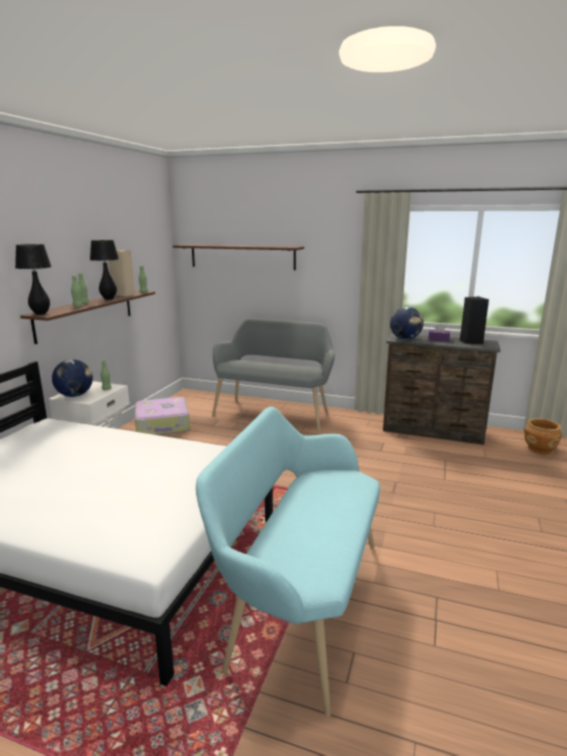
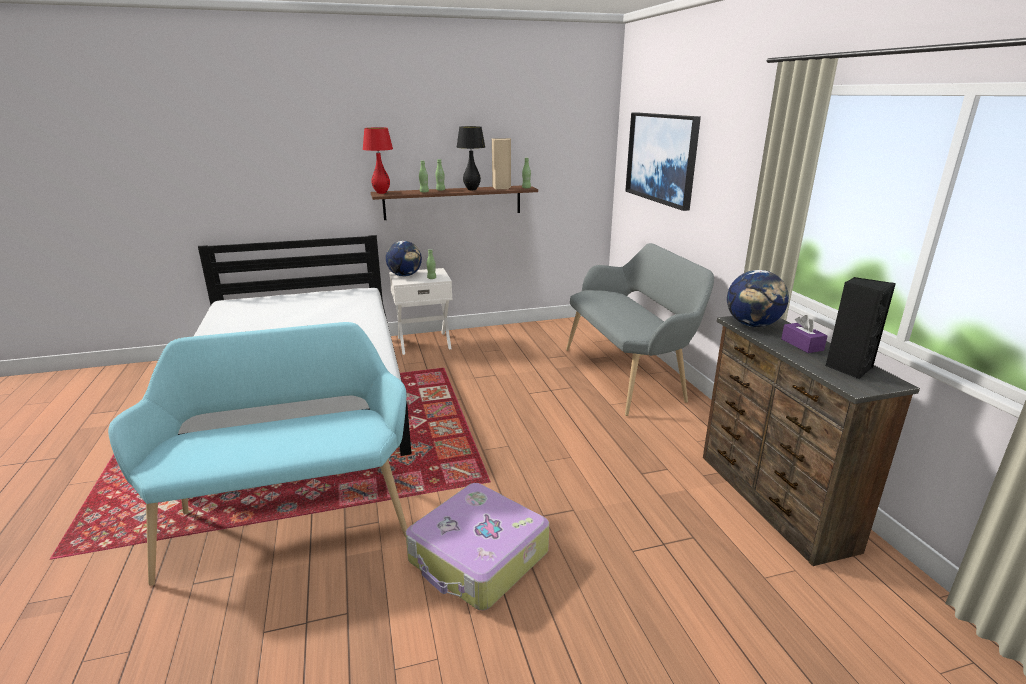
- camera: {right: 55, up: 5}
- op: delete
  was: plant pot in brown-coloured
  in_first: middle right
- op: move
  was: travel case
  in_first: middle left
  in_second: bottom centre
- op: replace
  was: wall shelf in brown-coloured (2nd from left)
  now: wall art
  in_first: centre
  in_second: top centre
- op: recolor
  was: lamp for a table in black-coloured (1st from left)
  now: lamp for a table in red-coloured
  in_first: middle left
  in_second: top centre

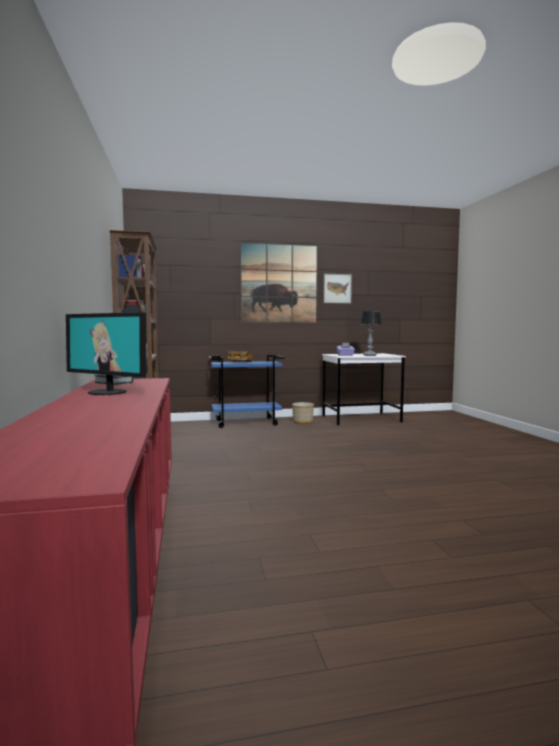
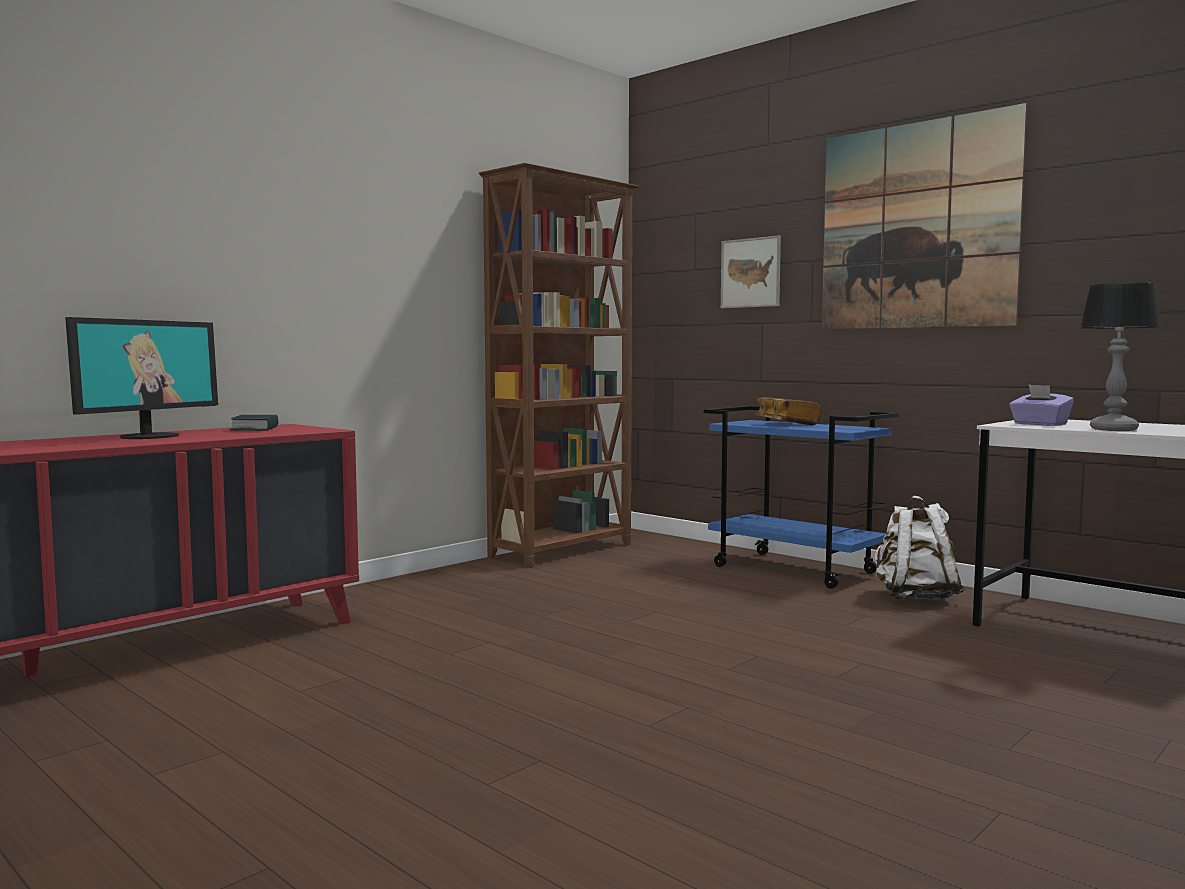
- camera: {right: 55, up: 0}
- op: move
  was: wall art (2nd from left in the first image)
  now: wall art (1st from left)
  in_first: centre
  in_second: top centre
- op: replace
  was: plant pot
  now: backpack in whitish
  in_first: centre
  in_second: middle right
- op: rotate
  was: monitor
  in_first: middle left
  in_second: middle left
  clockwise: -150

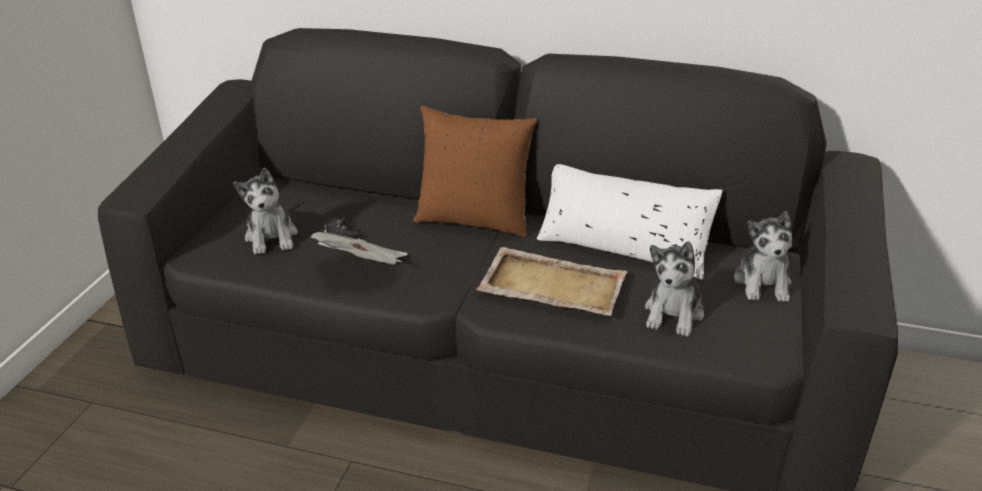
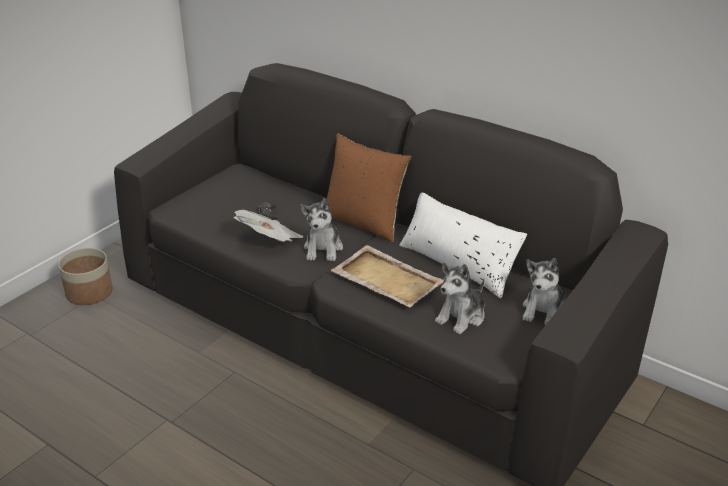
- camera: {right: 20, up: 0}
- op: insert
  now: plant pot
  in_second: middle left
- op: move
  was: plush toy (1st from left)
  in_first: middle left
  in_second: centre

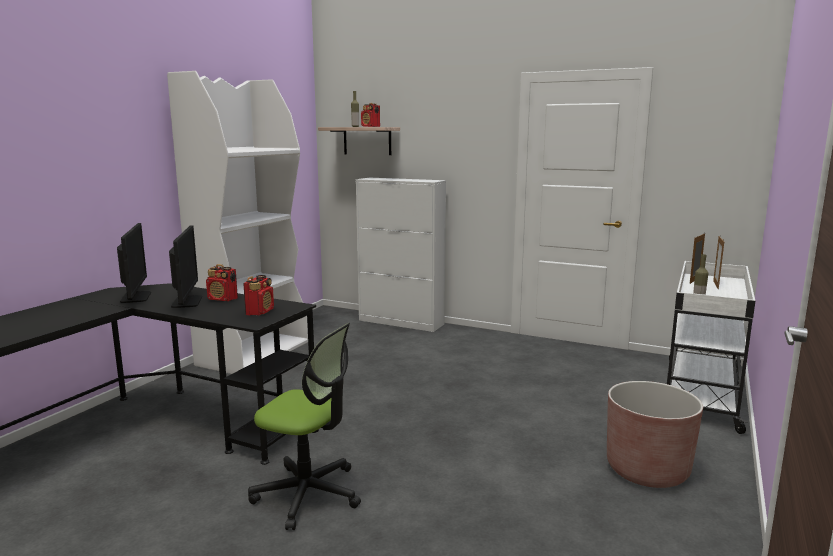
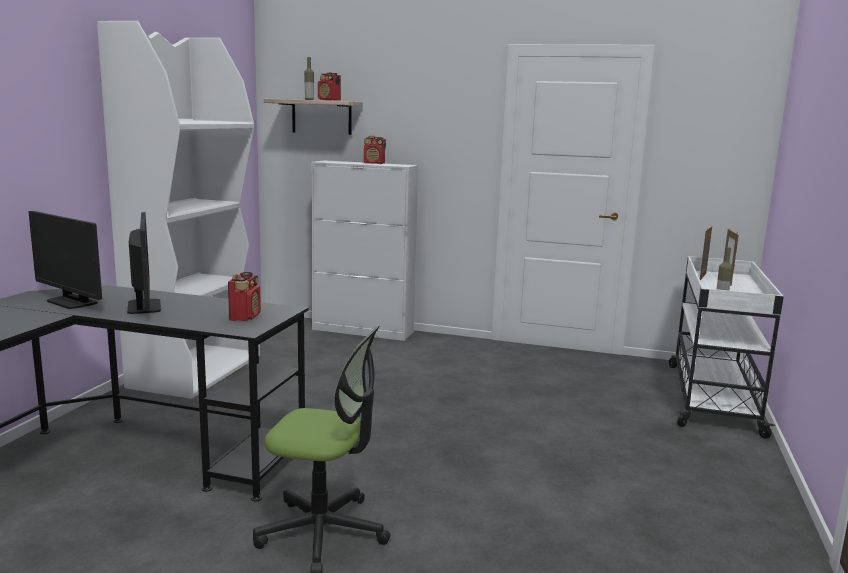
- camera: {right: -10, up: 0}
- op: delete
  was: plant pot in brown-coloured
  in_first: bottom right
- op: move
  was: radio set (1st from left in the first image)
  now: radio set (3rd from left)
  in_first: middle left
  in_second: top centre
- op: rotate
  was: monitor (1st from left)
  in_first: middle left
  in_second: middle left
  clockwise: 150

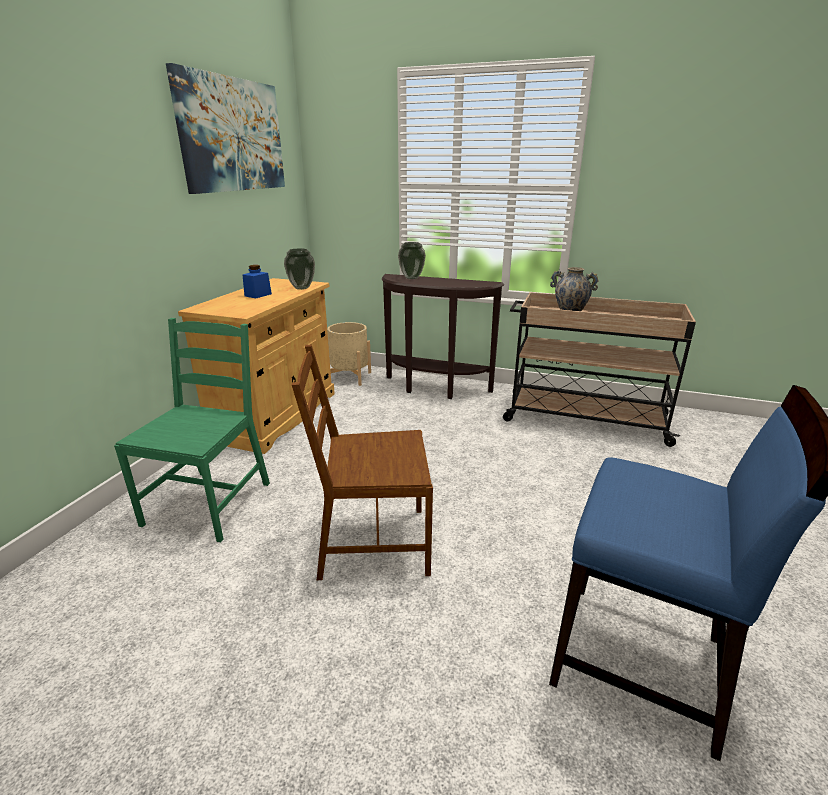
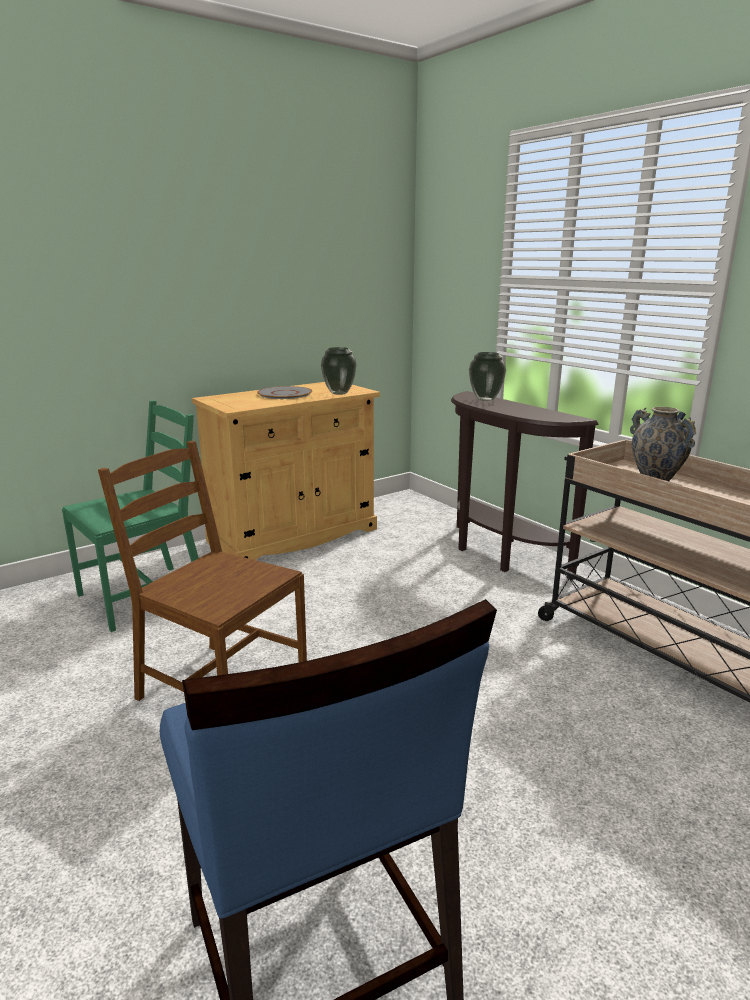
- camera: {right: 35, up: -5}
- op: delete
  was: wall art
  in_first: top left
- op: delete
  was: plant pot in beige-coloured
  in_first: centre
- op: replace
  was: preserve jar in blue
  now: flat dish in grey
  in_first: middle left
  in_second: centre

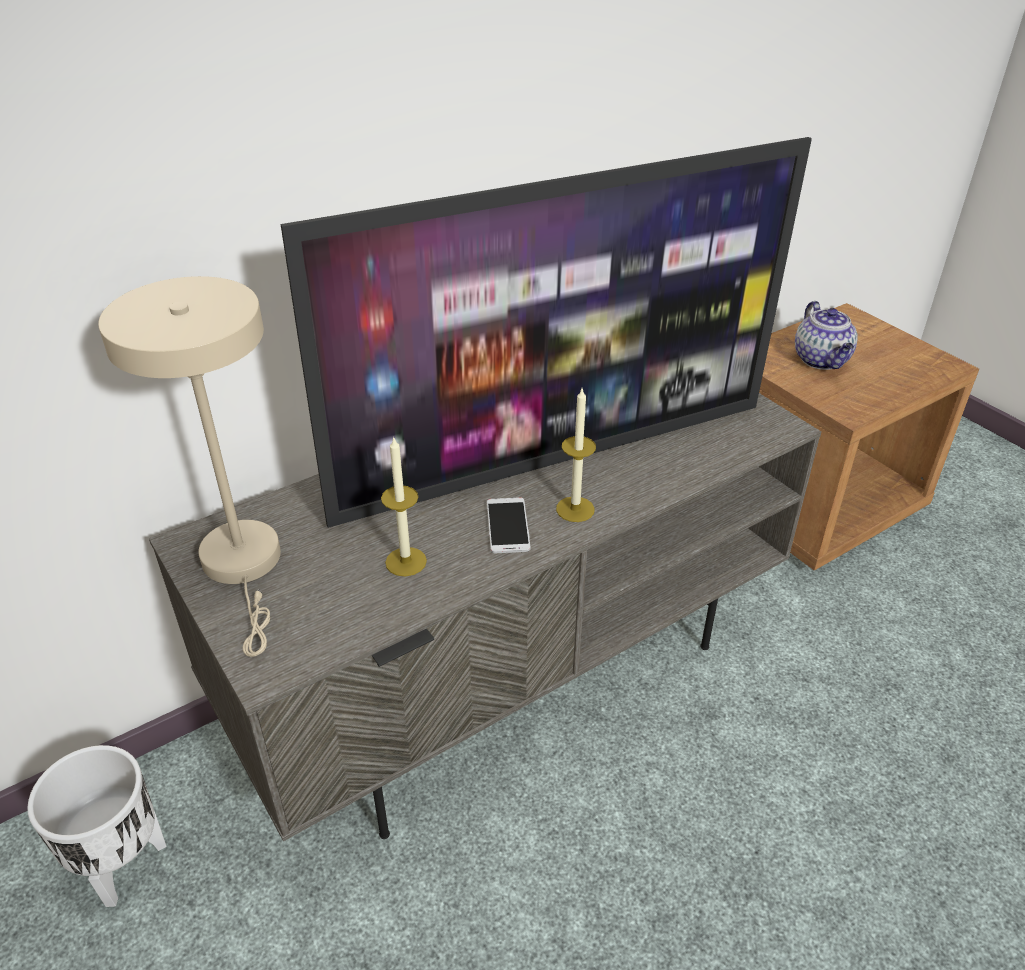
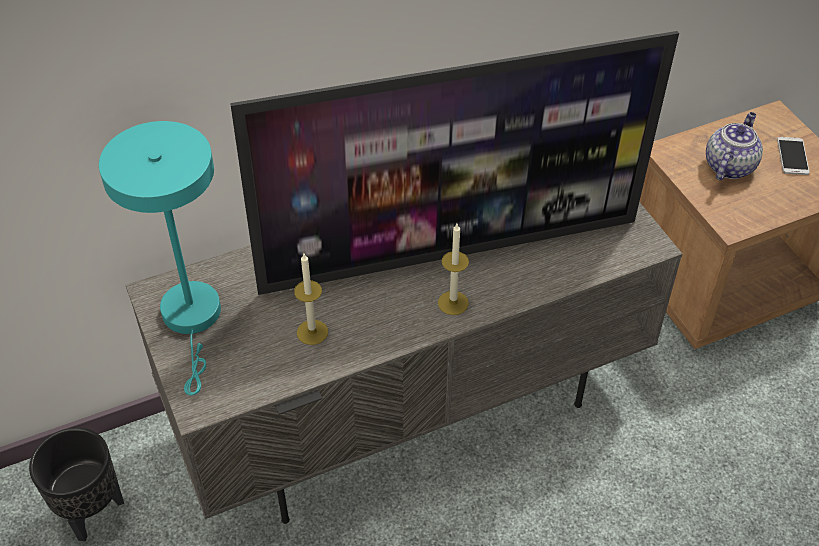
- camera: {right: 10, up: 10}
- op: move
  was: telephone
  in_first: centre
  in_second: top right
- op: recolor
  was: plant pot in whitish
  now: plant pot in black-coloured
  in_first: bottom left
  in_second: bottom left
- op: recolor
  was: lamp for a table in beige-coloured
  now: lamp for a table in turquoise
  in_first: middle left
  in_second: middle left
- op: rotate
  was: teapot
  in_first: middle right
  in_second: top right
  clockwise: -150

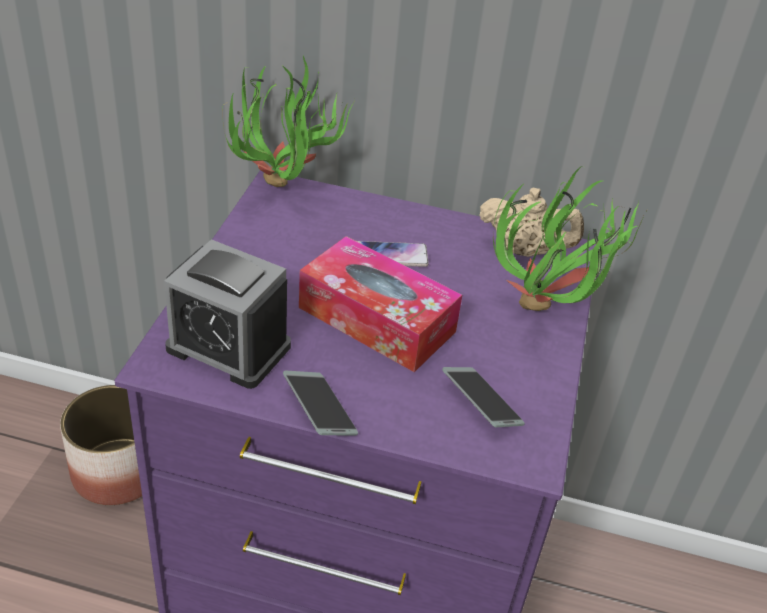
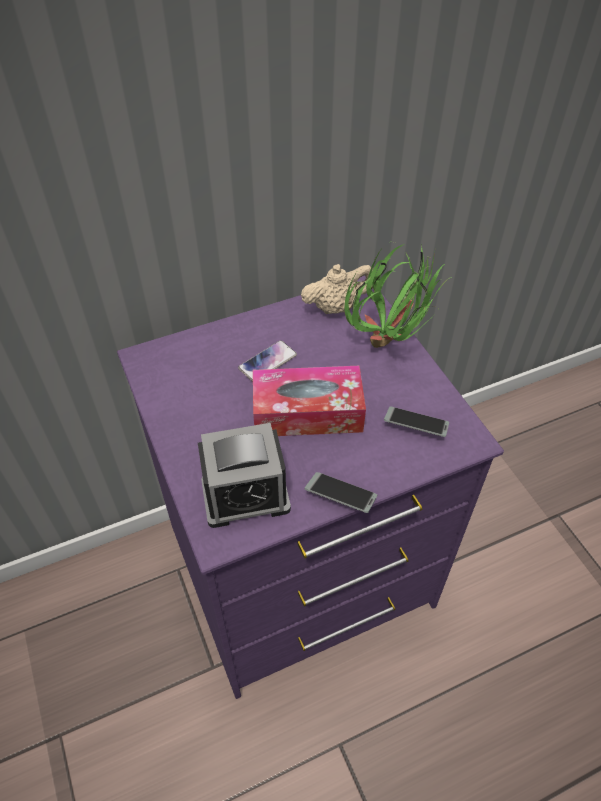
- camera: {right: -35, up: 10}
- op: delete
  was: plant pot
  in_first: bottom left
- op: delete
  was: plant in a pot (1st from left)
  in_first: top centre

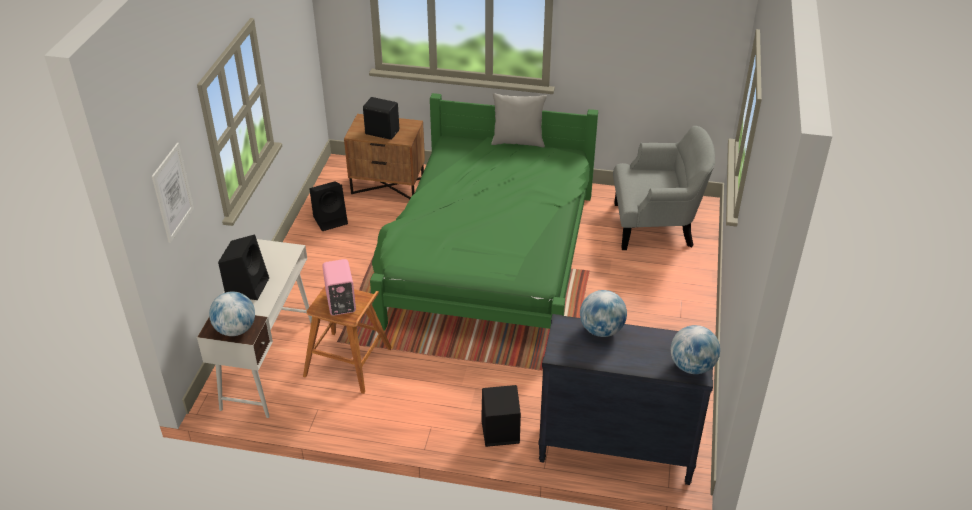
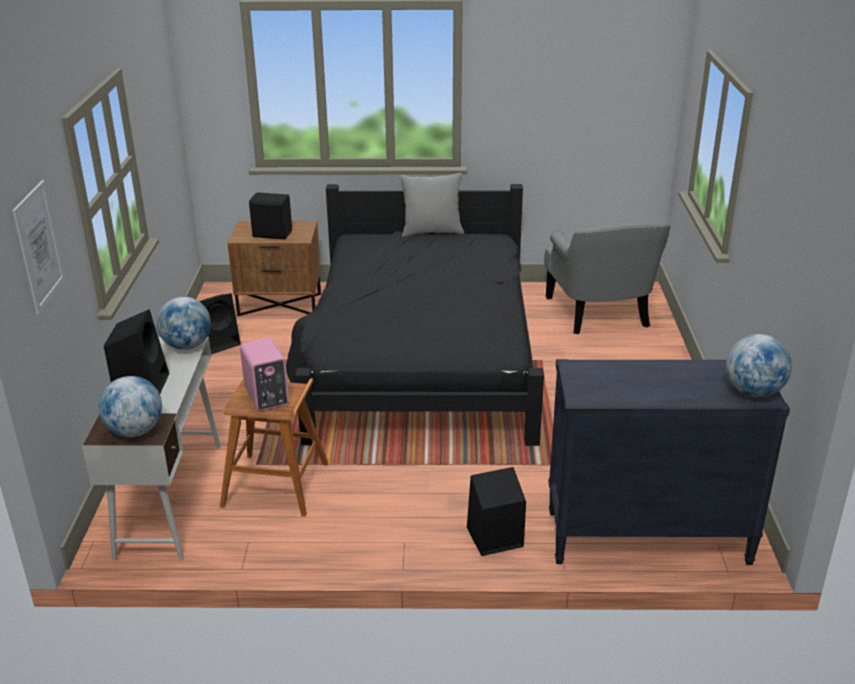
- camera: {right: -10, up: -10}
- op: move
  was: world globe (2nd from left)
  in_first: centre
  in_second: middle left
- op: recolor
  was: sleeping bed in green-coloured
  now: sleeping bed in black-coloured
  in_first: centre
  in_second: centre
- op: rotate
  was: easy chair in grey
  in_first: middle right
  in_second: middle right
  clockwise: 90

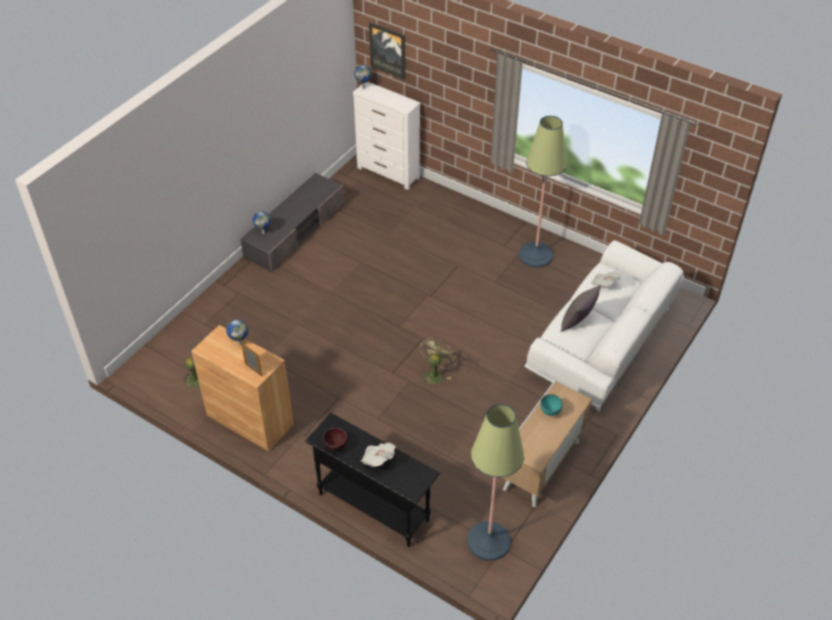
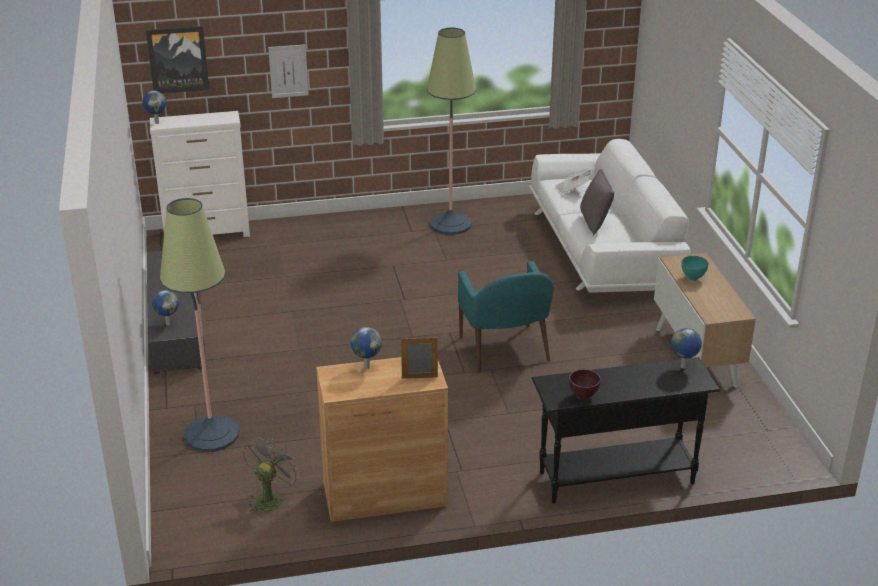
- camera: {right: -45, up: -15}
- op: delete
  was: newspaper (1st from left)
  in_first: bottom centre
- op: insert
  now: wall art (2nd from left)
  in_second: top left
- op: insert
  now: world globe (4th from left)
  in_second: middle right
- op: move
  was: standing lamp (1st from left)
  in_first: bottom centre
  in_second: middle left
- op: replace
  was: fan in green-coloured
  now: easy chair in turquoise
  in_first: centre
  in_second: centre

